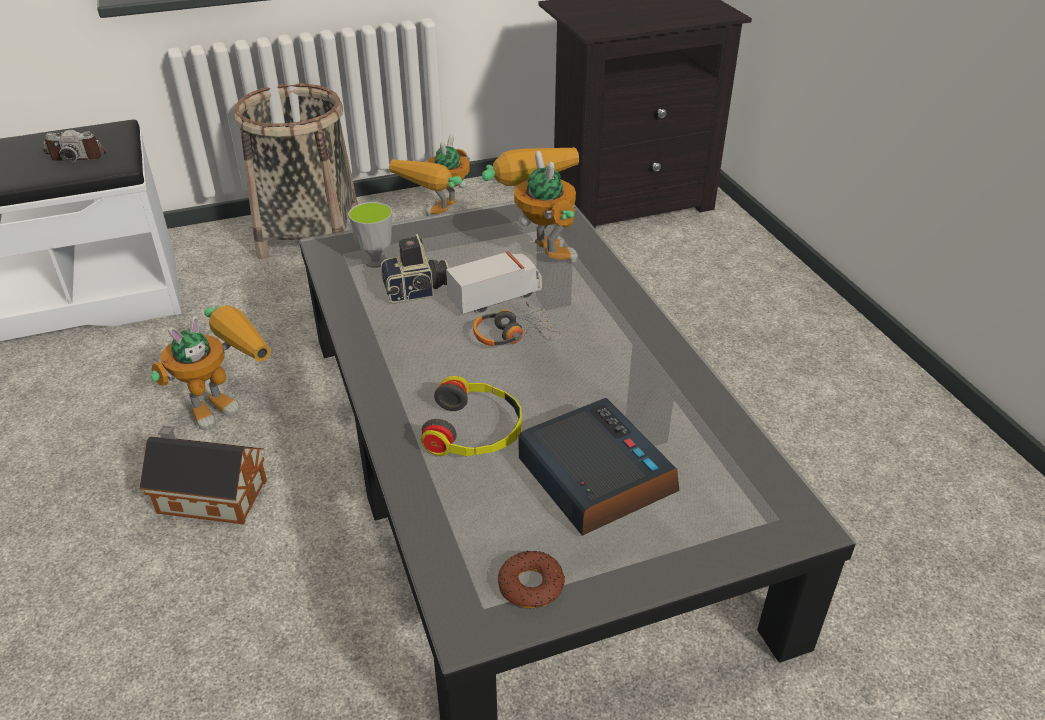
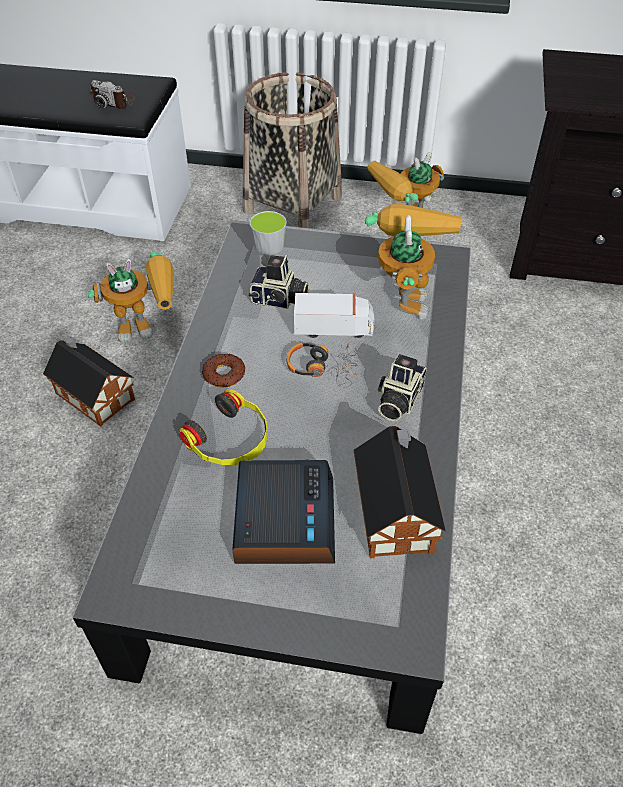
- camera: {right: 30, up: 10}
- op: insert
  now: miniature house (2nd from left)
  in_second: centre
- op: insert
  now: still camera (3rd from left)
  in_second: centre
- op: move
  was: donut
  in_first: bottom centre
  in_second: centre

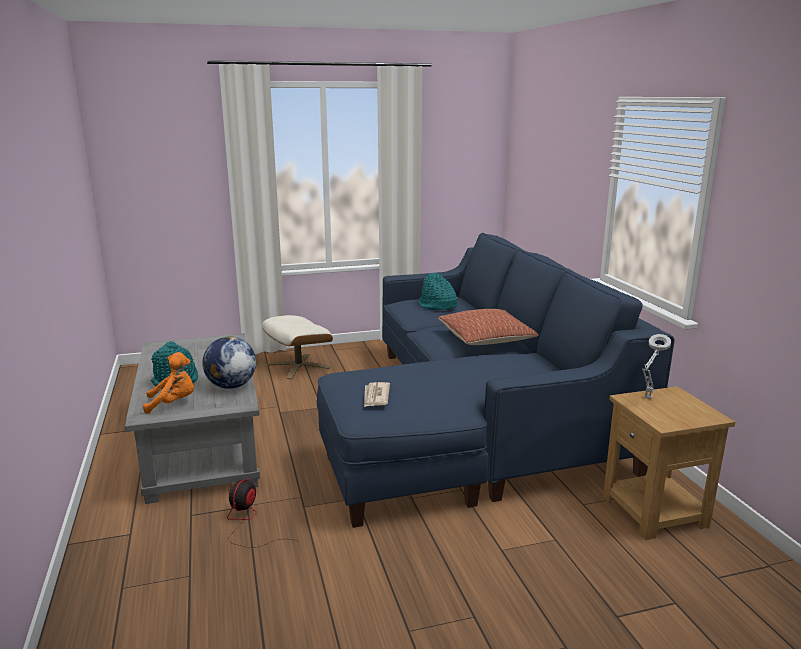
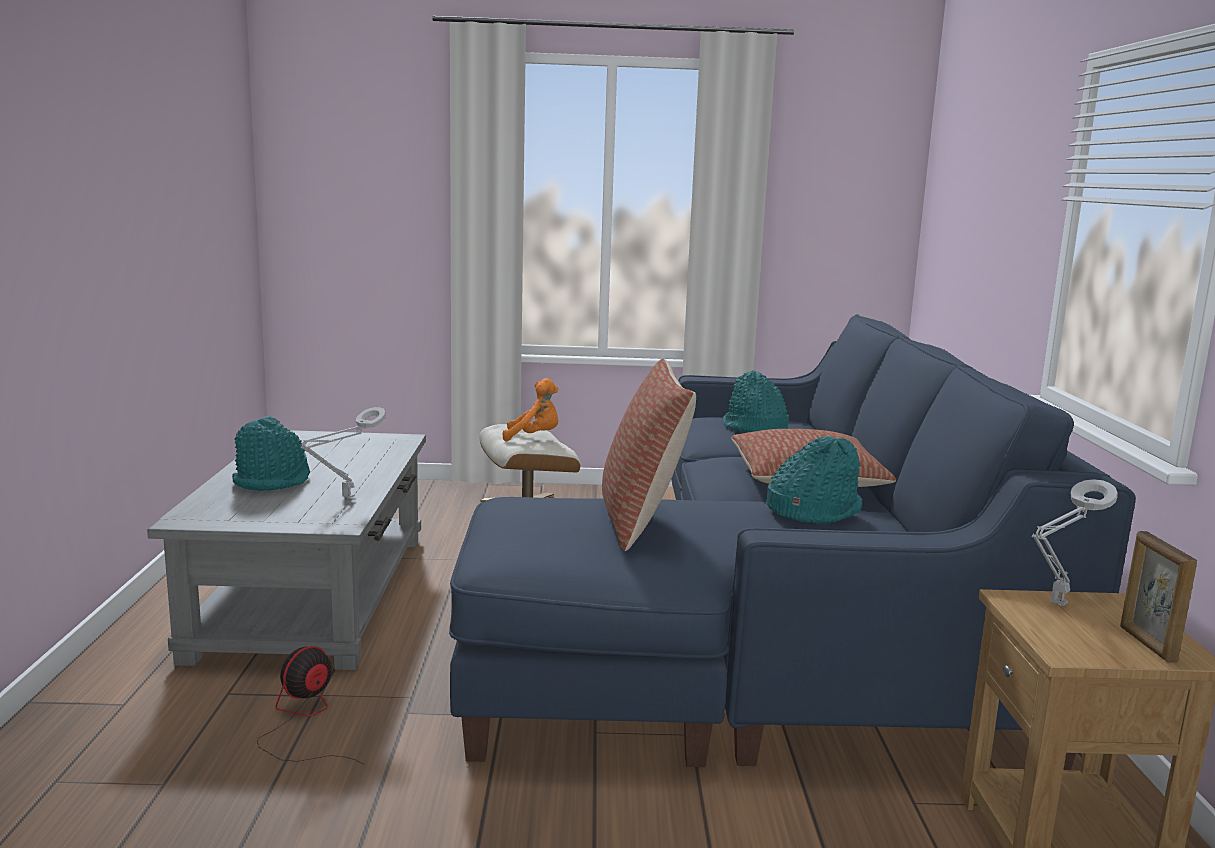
- camera: {right: 15, up: -5}
- op: delete
  was: newspaper
  in_first: centre
- op: insert
  now: throw pillow (1st from left)
  in_second: centre
- op: insert
  now: wearable hat in turquoise (3rd from left)
  in_second: middle right
- op: insert
  now: photo frame
  in_second: bottom right
- op: move
  was: plush toy in orangey
  in_first: middle left
  in_second: centre
- op: replace
  was: world globe
  now: lamp for a table in grey (1st from left)
  in_first: middle left
  in_second: middle left

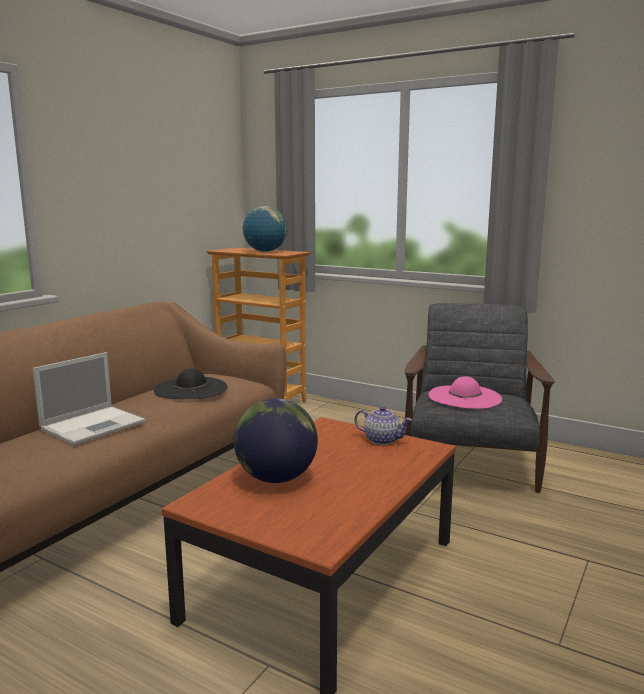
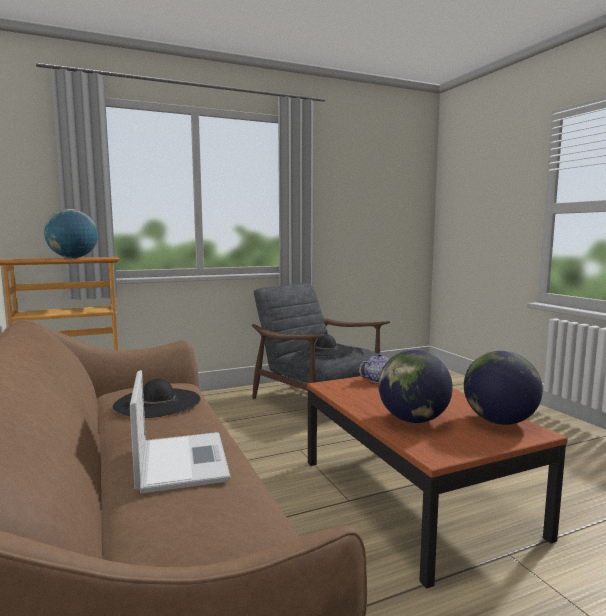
- camera: {right: -55, up: -5}
- op: insert
  now: world globe (3rd from left)
  in_second: middle right
- op: recolor
  was: wearable hat in pink
  now: wearable hat in black-coloured (2nd from left)
  in_first: middle right
  in_second: centre

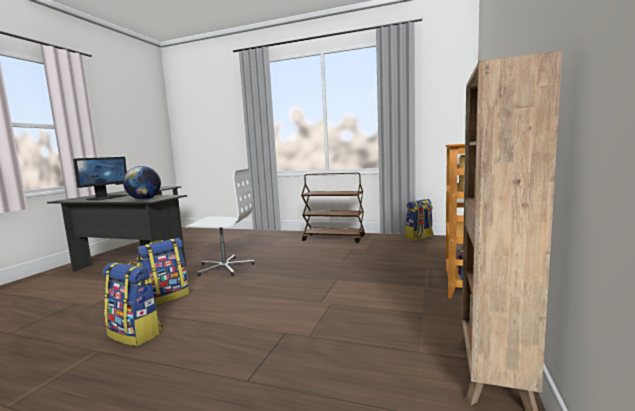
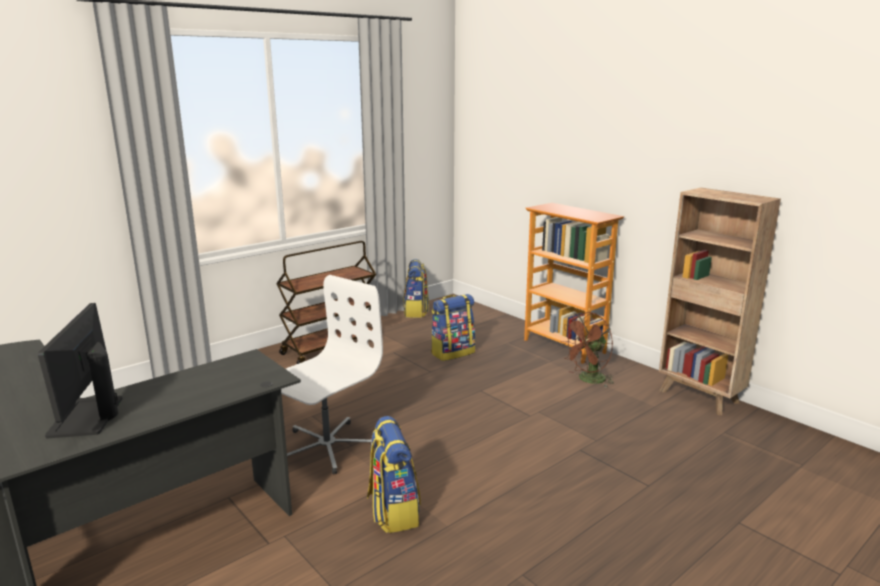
- camera: {right: -60, up: 10}
- op: delete
  was: world globe
  in_first: middle left
- op: insert
  now: fan in brown-coloured
  in_second: middle right
- op: move
  was: backpack (1st from left in the first image)
  now: backpack (3rd from left)
  in_first: bottom left
  in_second: centre
- op: rotate
  was: monitor
  in_first: middle left
  in_second: middle left
  clockwise: -150

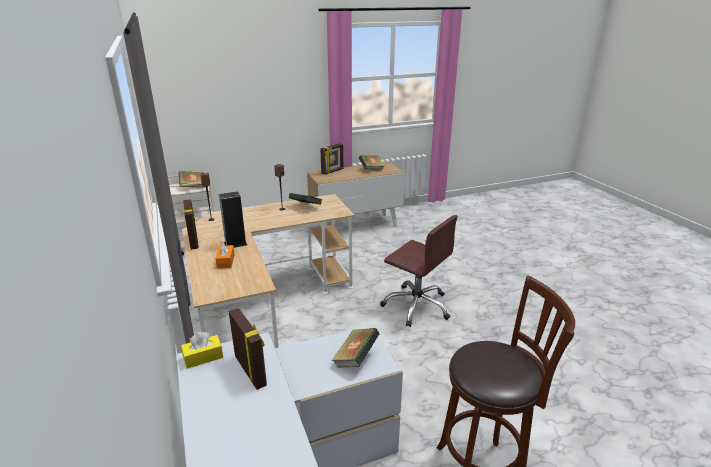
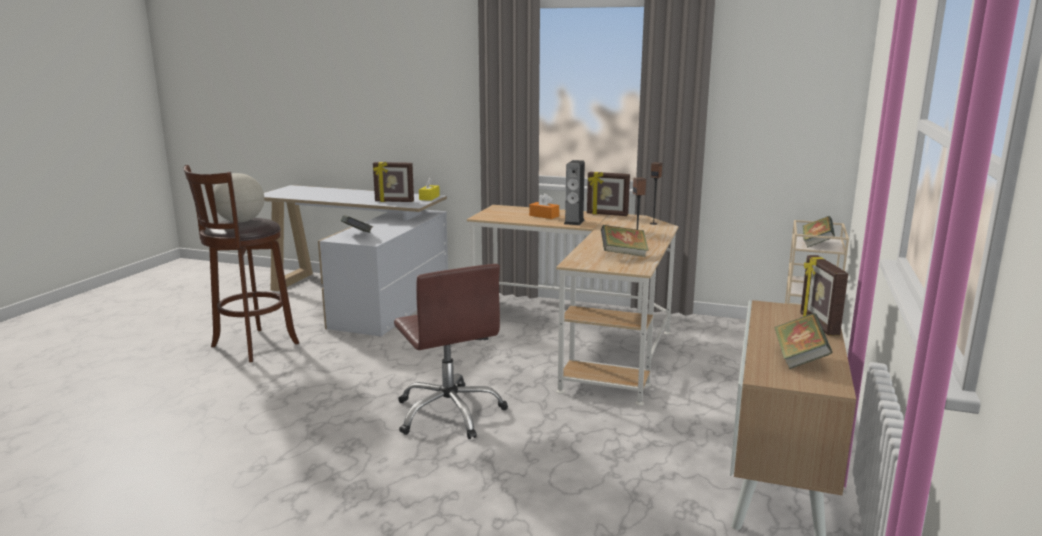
- camera: {right: 130, up: -10}
- op: insert
  now: world globe
  in_second: middle left
- op: rotate
  was: office chair in brown-coloured
  in_first: centre
  in_second: centre
  clockwise: -105

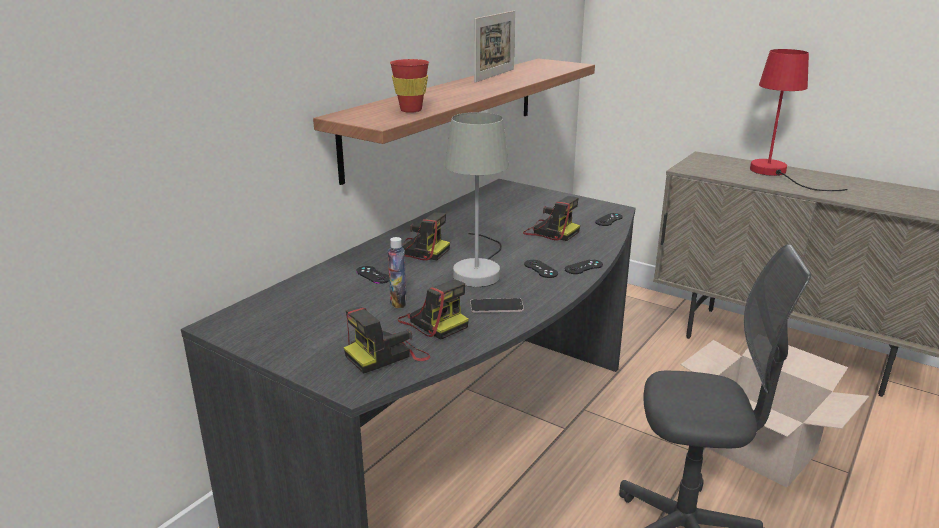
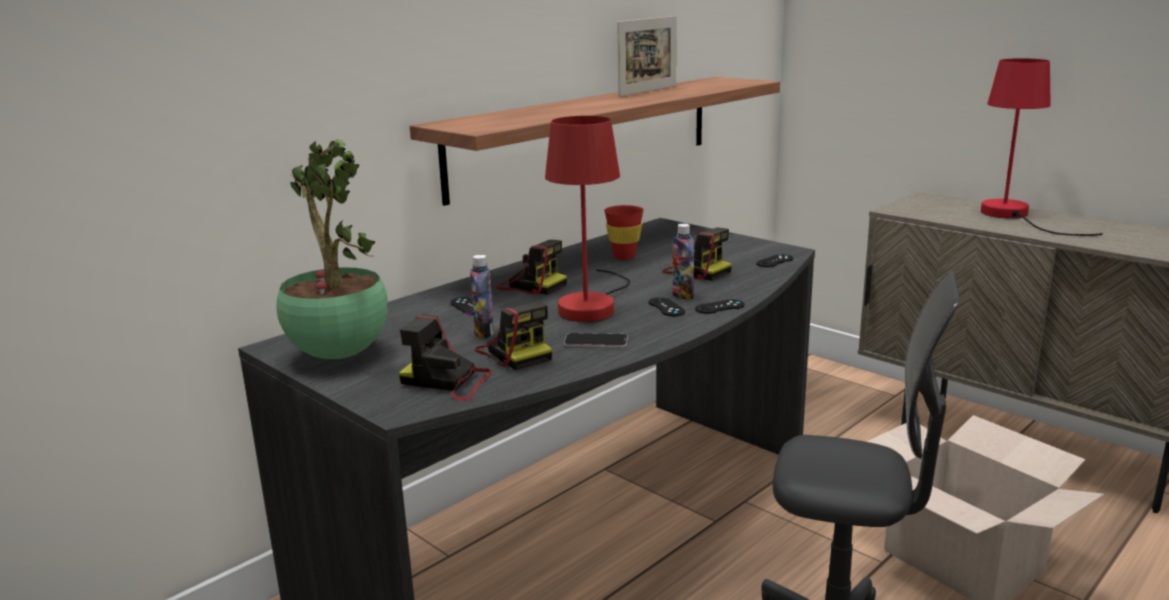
- camera: {right: 10, up: -5}
- op: insert
  now: plant in a pot
  in_second: middle left
- op: insert
  now: bottle (2nd from left)
  in_second: centre
- op: move
  was: cup in red-coloured
  in_first: top centre
  in_second: centre
- op: recolor
  was: lamp for a table in grey
  now: lamp for a table in red-coloured (1st from left)
  in_first: centre
  in_second: centre
- op: rotate
  was: still camera (1st from left)
  in_first: centre
  in_second: centre
  clockwise: 45

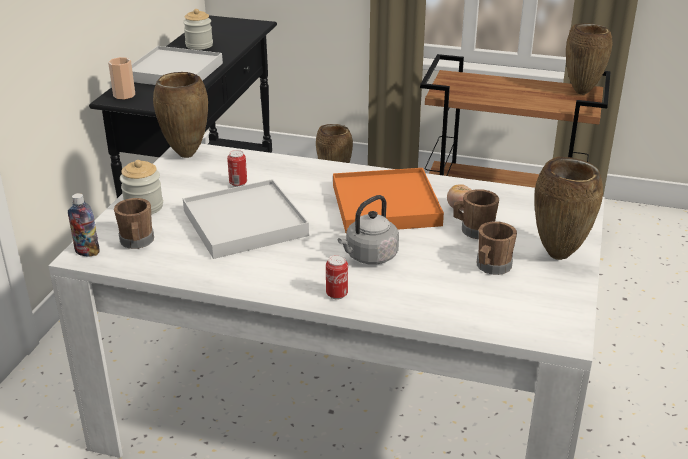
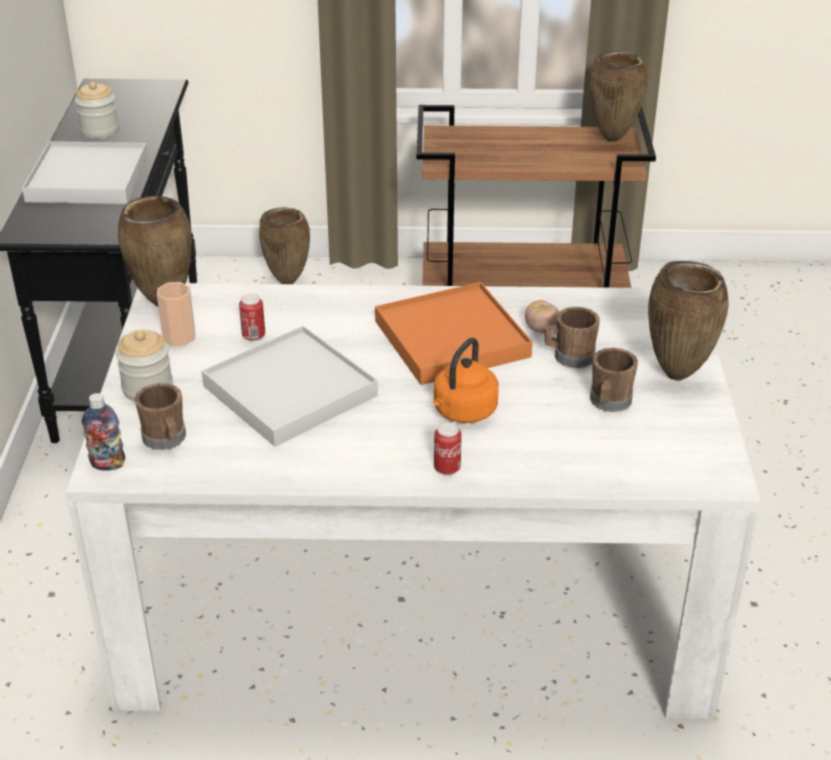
- camera: {right: -15, up: 5}
- op: move
  was: cup
  in_first: top left
  in_second: middle left
- op: recolor
  was: water kettle in grey
  now: water kettle in orangey
  in_first: centre
  in_second: centre

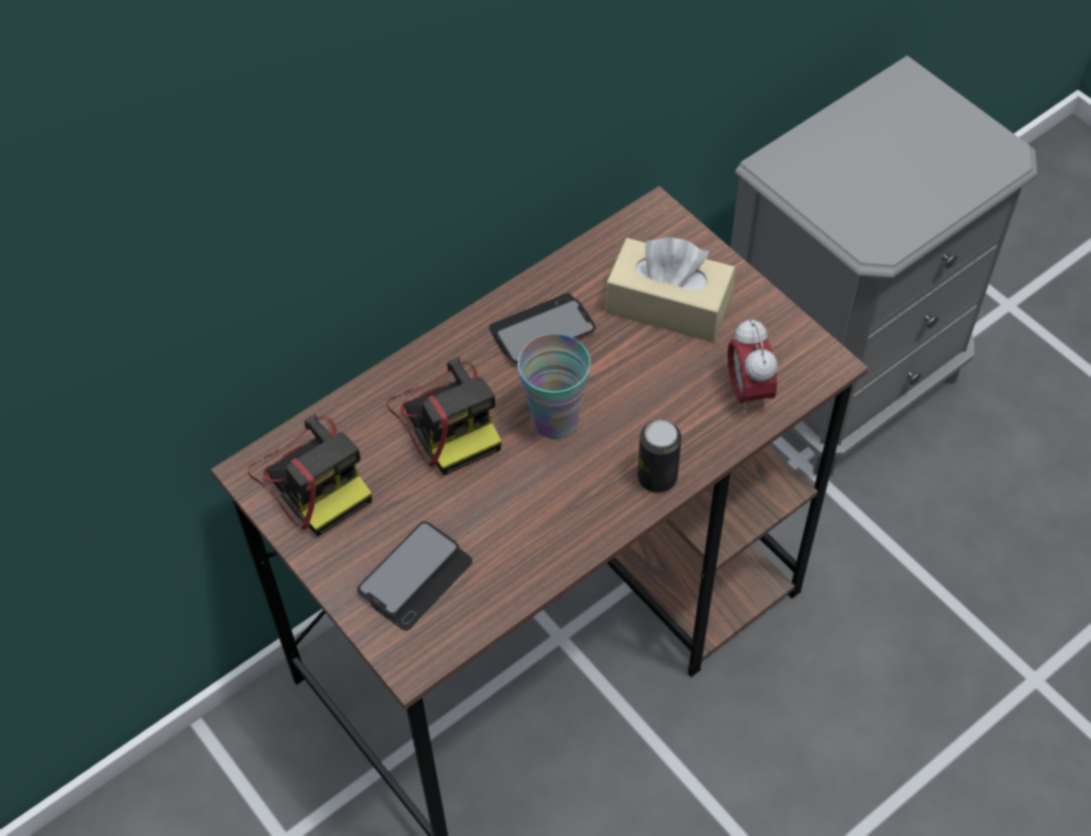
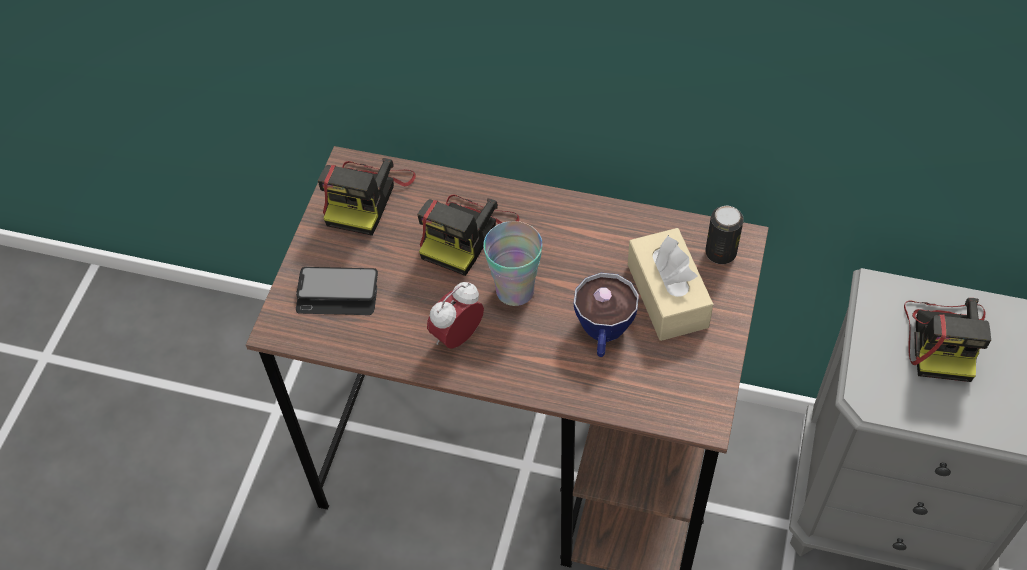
- camera: {right: 55, up: 0}
- op: delete
  was: telephone (2nd from left)
  in_first: centre
- op: insert
  now: cup (2nd from left)
  in_second: centre
- op: insert
  now: still camera (3rd from left)
  in_second: middle right
- op: move
  was: sealed can
  in_first: centre
  in_second: middle right
- op: move
  was: bedside clock
  in_first: middle right
  in_second: centre

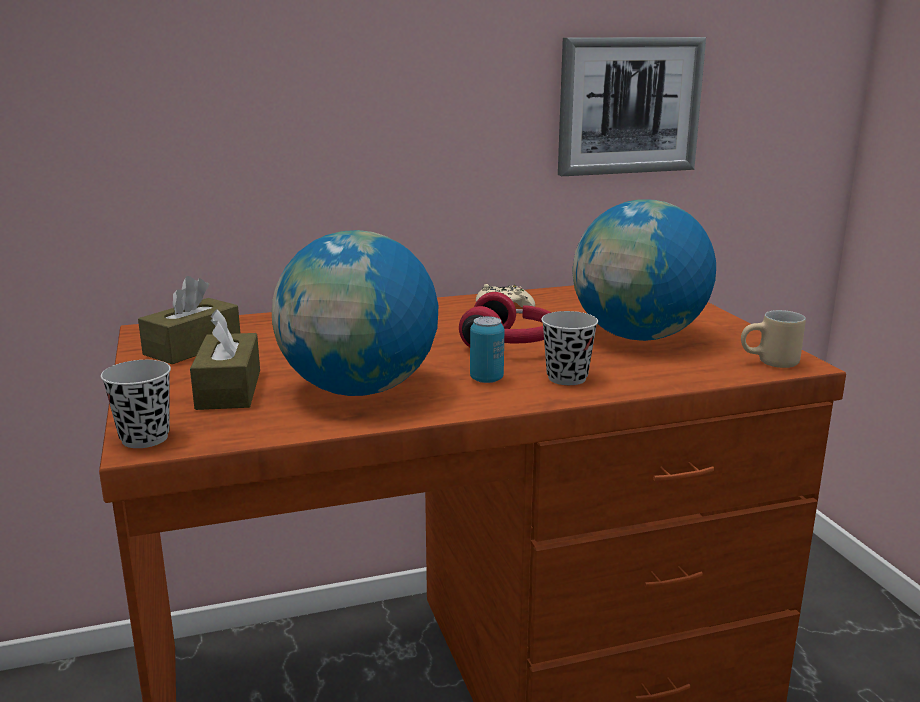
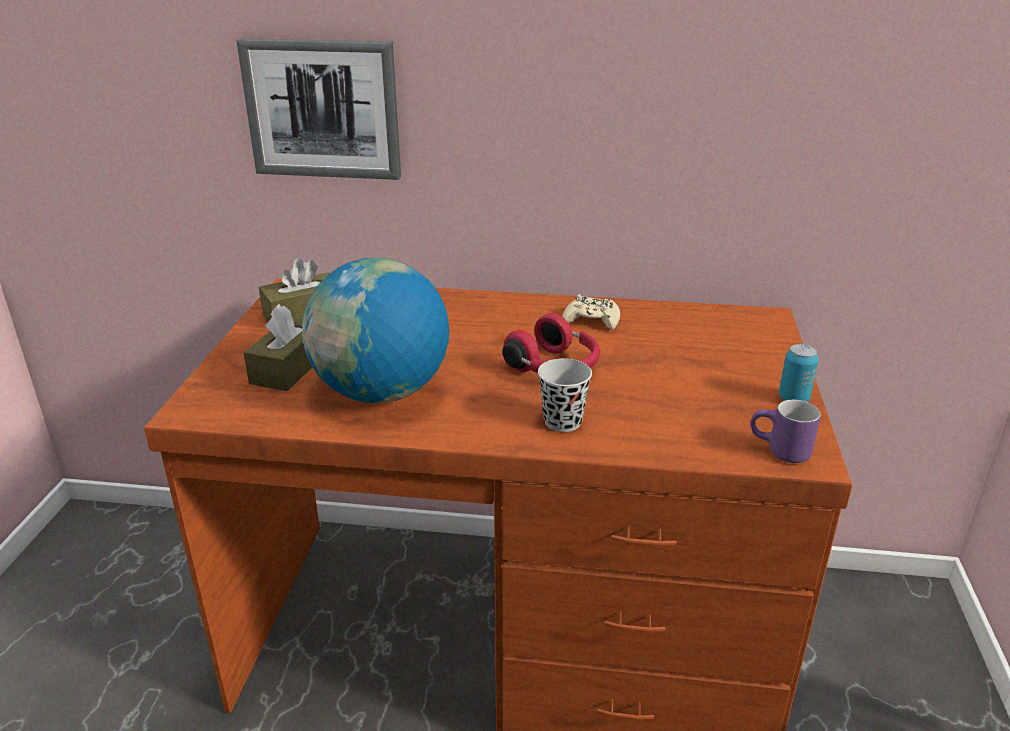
- camera: {right: 25, up: 10}
- op: delete
  was: cup in black-coloured (1st from left)
  in_first: middle left
- op: delete
  was: world globe (2nd from left)
  in_first: middle right
- op: move
  was: sealed can
  in_first: centre
  in_second: middle right
- op: move
  was: wall art
  in_first: top right
  in_second: top left
- op: recolor
  was: coffee mug in beige-coloured
  now: coffee mug in purple-coloured
  in_first: middle right
  in_second: middle right

